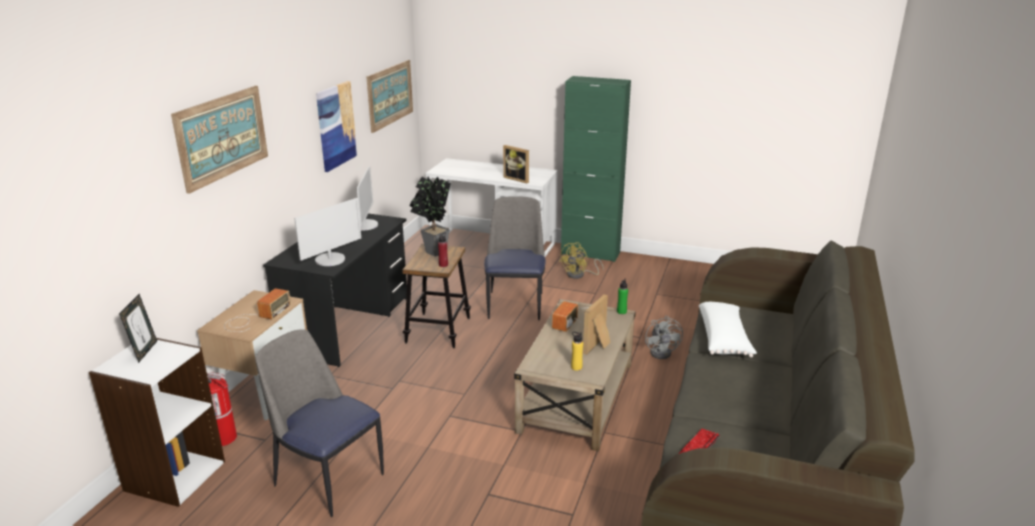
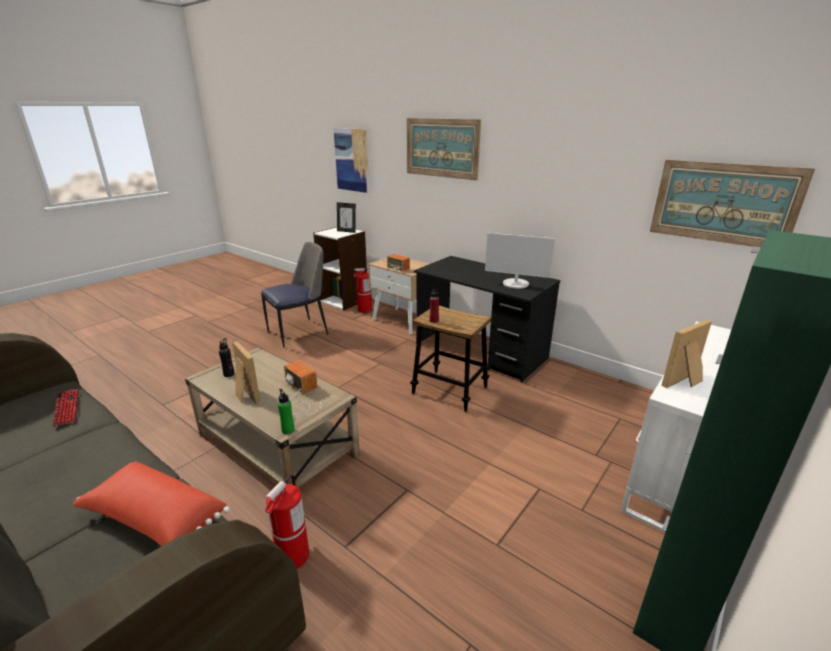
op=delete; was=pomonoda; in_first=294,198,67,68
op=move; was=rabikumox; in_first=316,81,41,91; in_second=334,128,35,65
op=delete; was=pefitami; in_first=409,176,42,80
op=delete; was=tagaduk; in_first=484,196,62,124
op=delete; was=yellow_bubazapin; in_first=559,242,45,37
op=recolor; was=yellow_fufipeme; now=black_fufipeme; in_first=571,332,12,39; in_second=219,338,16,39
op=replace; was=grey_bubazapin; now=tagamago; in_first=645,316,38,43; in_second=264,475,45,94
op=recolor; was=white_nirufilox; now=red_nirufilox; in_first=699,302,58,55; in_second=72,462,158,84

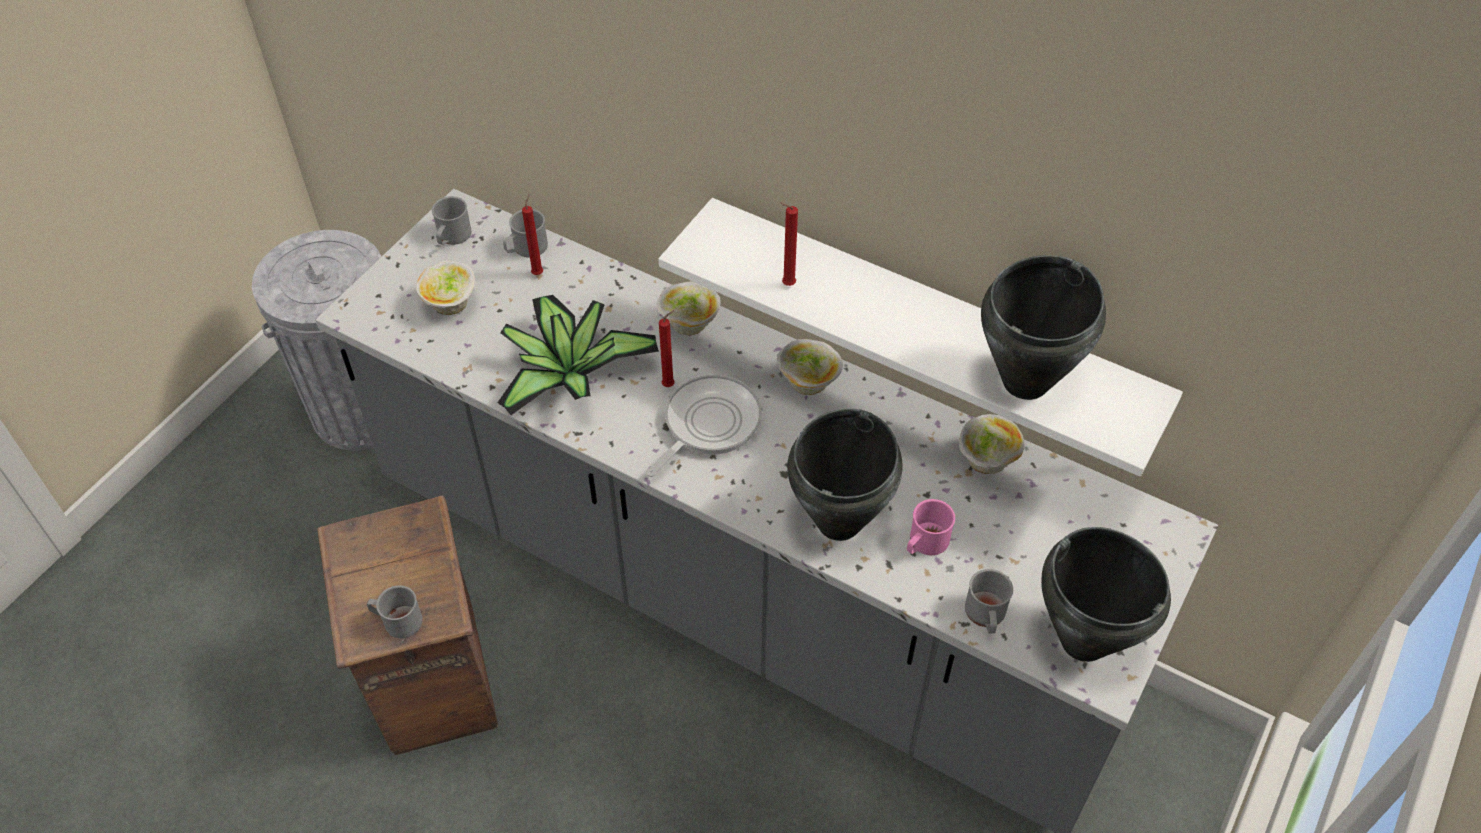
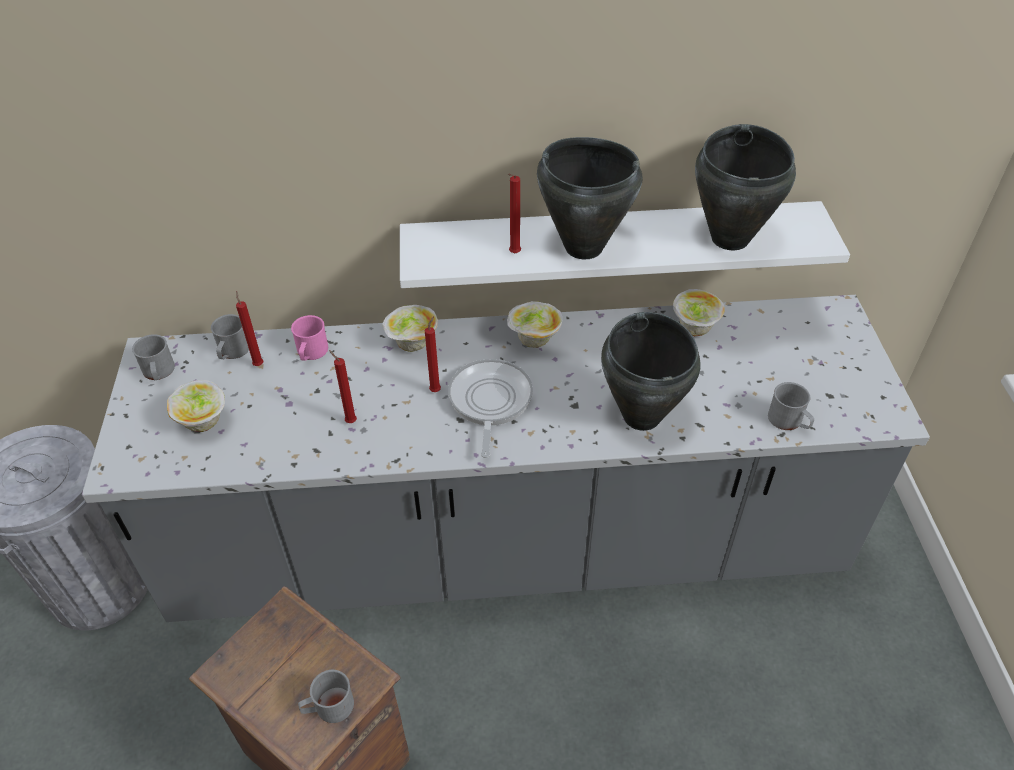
op=replace; was=pefitami; now=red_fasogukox; in_first=497,295,162,120; in_second=329,350,28,73
op=move; was=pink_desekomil; in_first=907,499,48,56; in_second=291,315,37,46
op=move; was=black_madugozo; in_first=1041,527,130,135; in_second=537,137,105,122

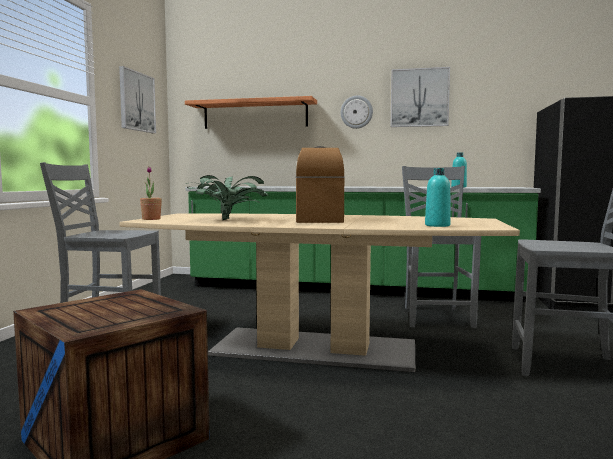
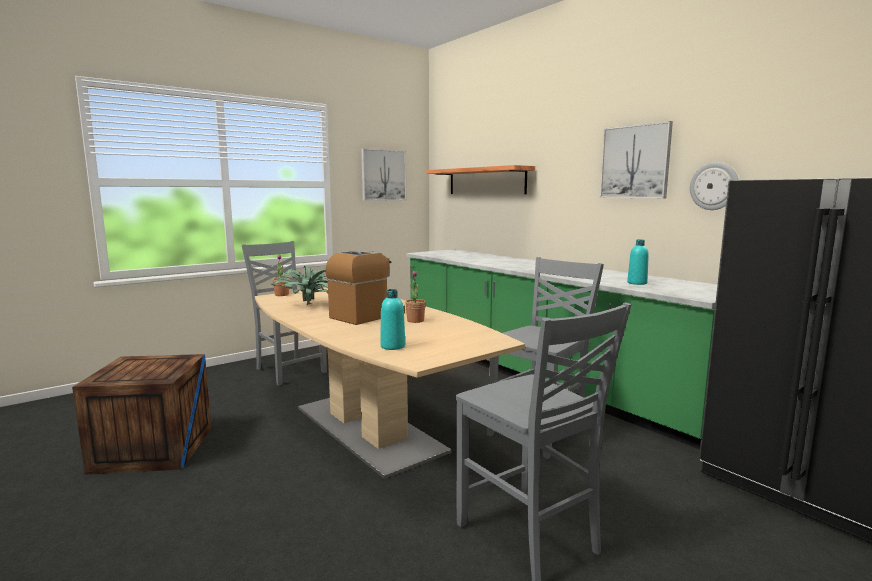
op=move; was=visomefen; in_first=341,95,32,34; in_second=690,162,48,48
op=insert; now=pefitami; in_second=405,270,21,53

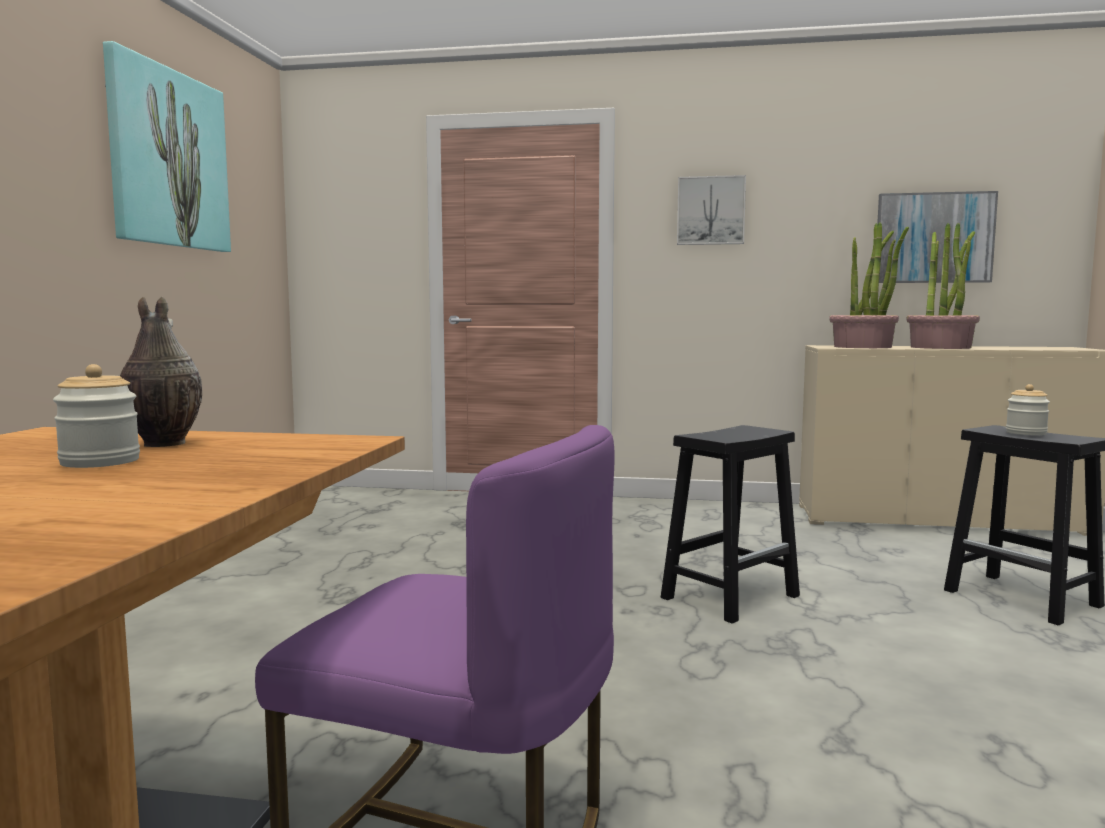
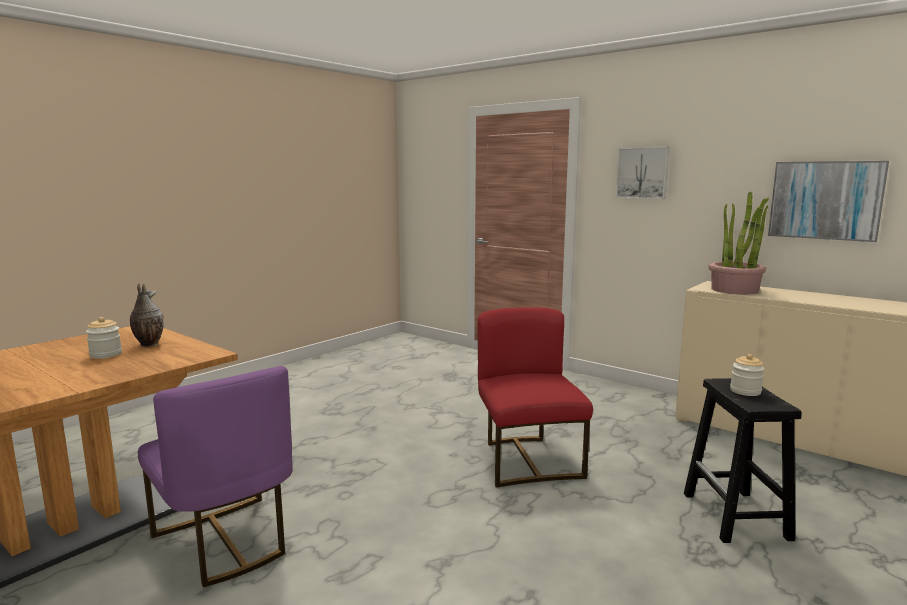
op=delete; was=rabikumox; in_first=103,41,128,211
op=replace; was=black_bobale; now=red_tagaduk; in_first=661,425,139,199; in_second=478,307,115,181
op=delete; was=pefitami; in_first=907,223,73,126

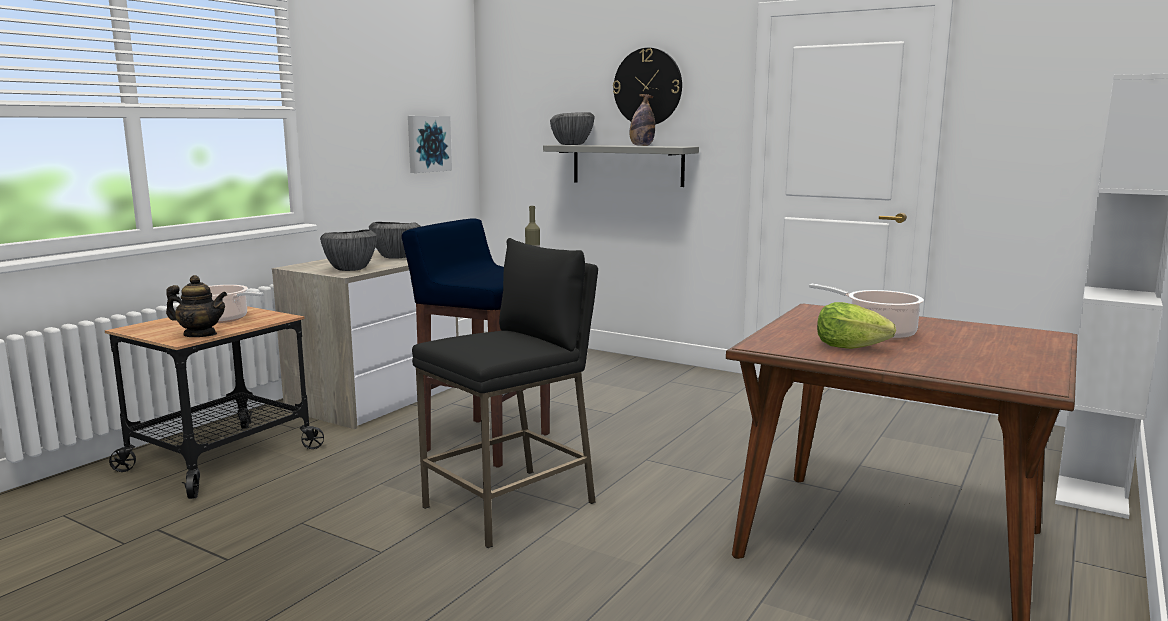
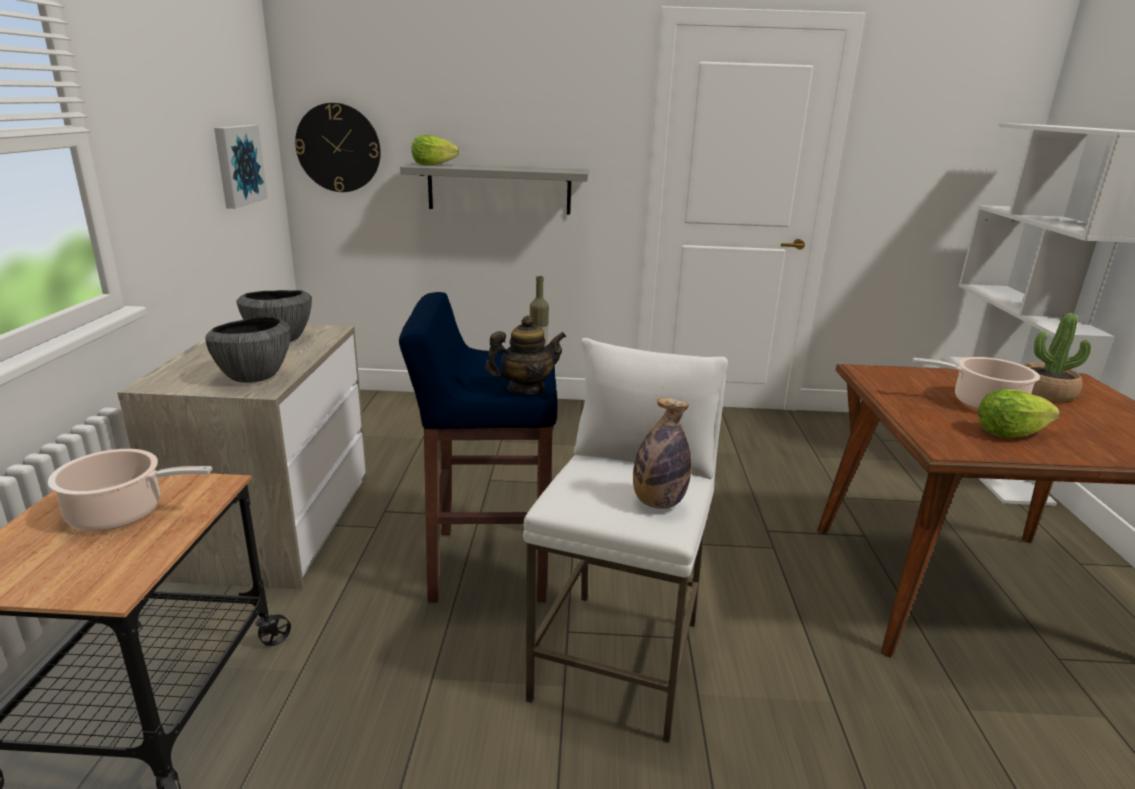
op=move; was=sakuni; in_first=166,275,61,62; in_second=485,316,81,78
op=recolor; was=black_bobale; now=white_bobale; in_first=412,238,186,310; in_second=523,338,205,405
op=replace; was=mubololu; now=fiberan; in_first=550,112,45,33; in_second=412,135,47,30
op=move; was=visomefen; in_first=613,48,69,77; in_second=295,103,86,89
op=move; was=fufipeme; in_first=630,94,25,52; in_second=633,398,58,111
op=insert; now=pefitami; in_second=1024,313,67,89

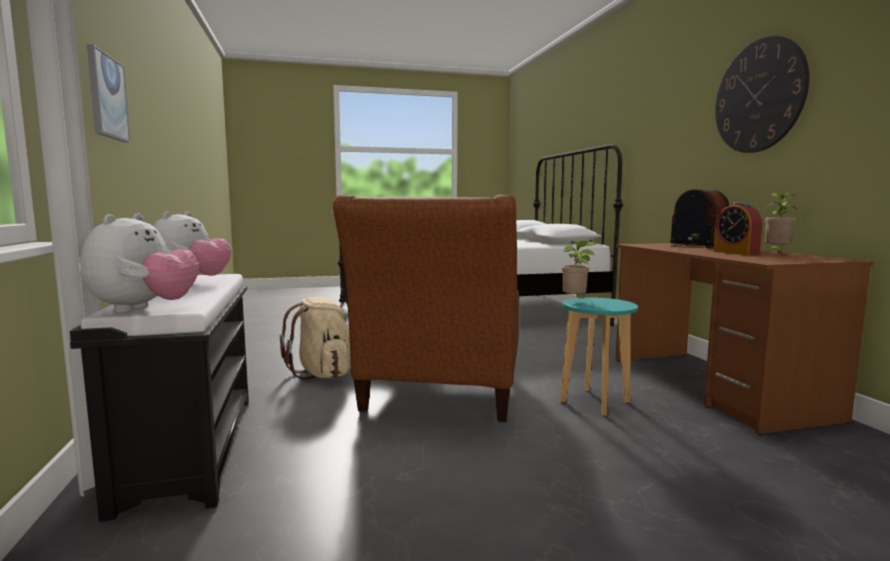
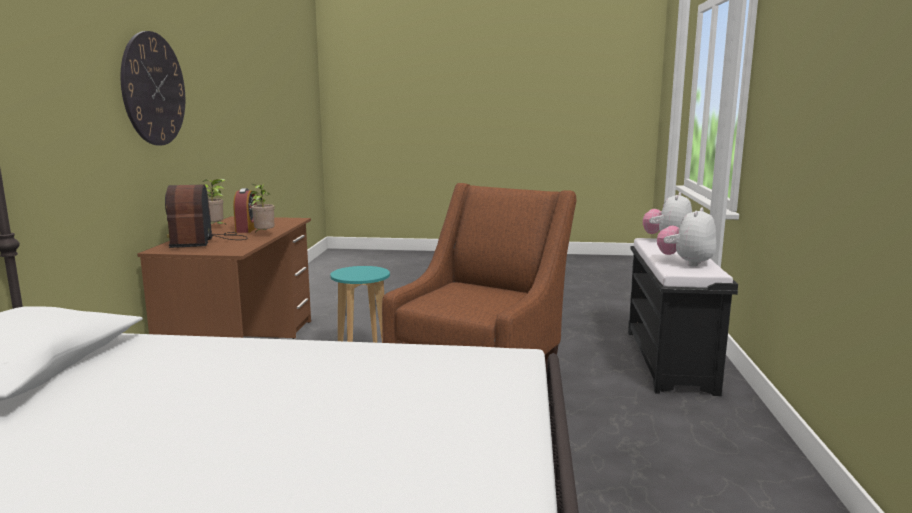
op=delete; was=rabikumox; in_first=87,44,43,99
op=delete; was=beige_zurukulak; in_first=280,297,71,84
op=move; was=pefitami; in_first=562,241,34,58; in_second=251,183,24,50

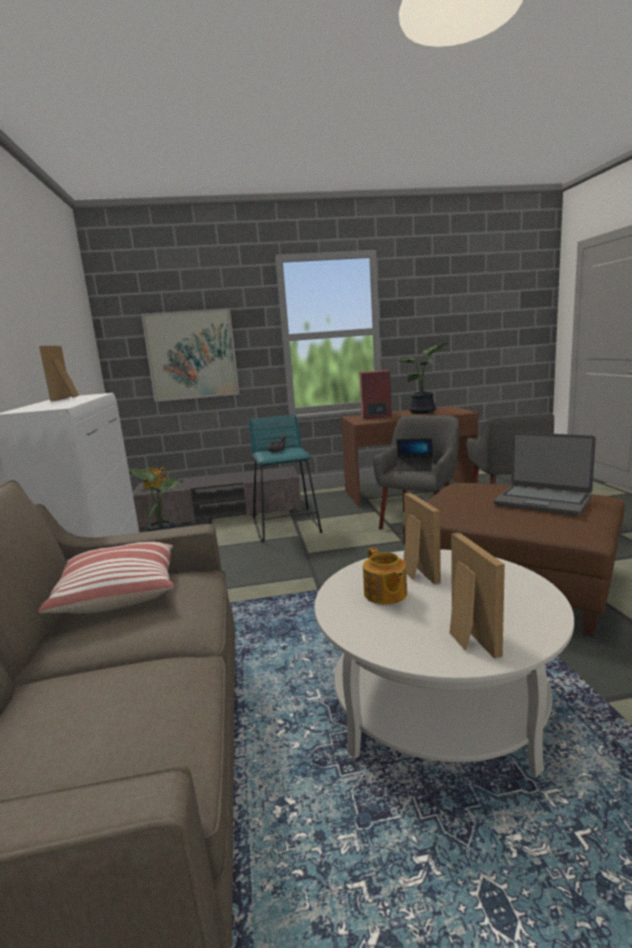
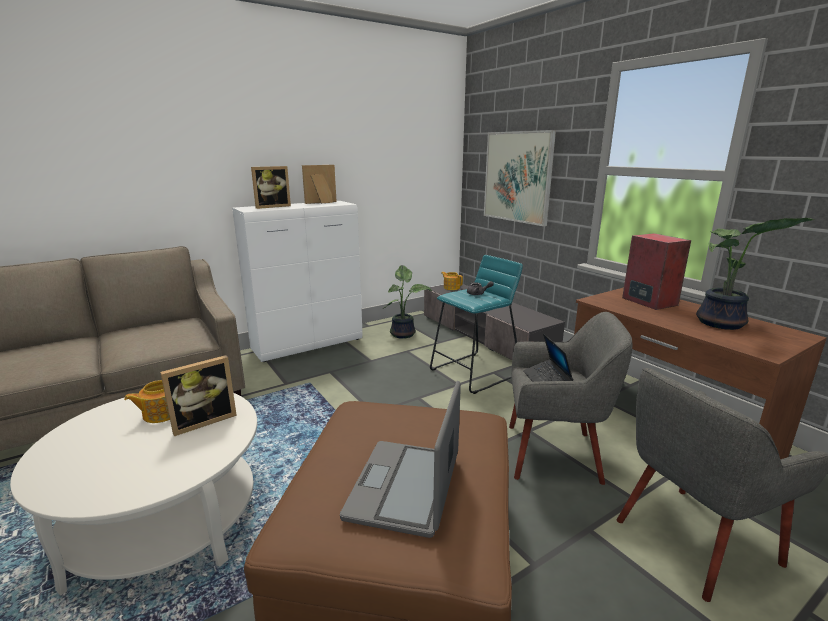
op=delete; was=nirufilox; in_first=38,542,136,72
op=move; was=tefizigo; in_first=450,532,55,126; in_second=251,166,40,43

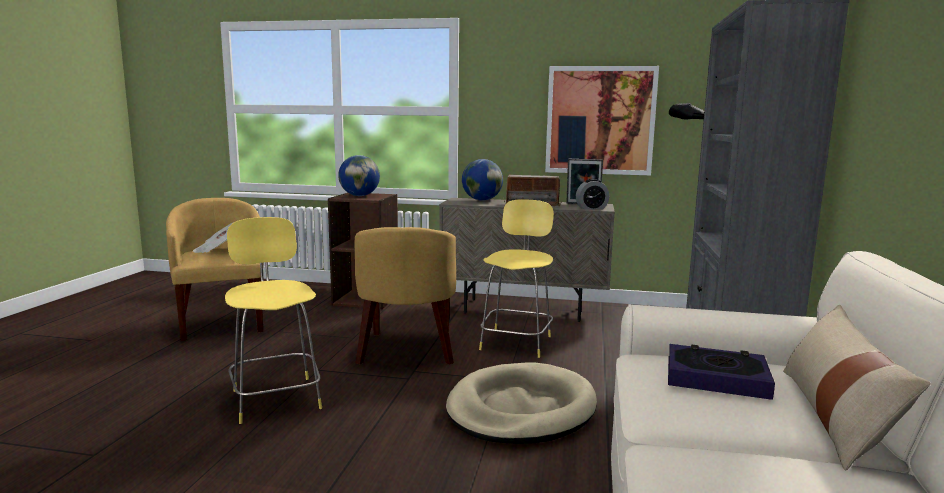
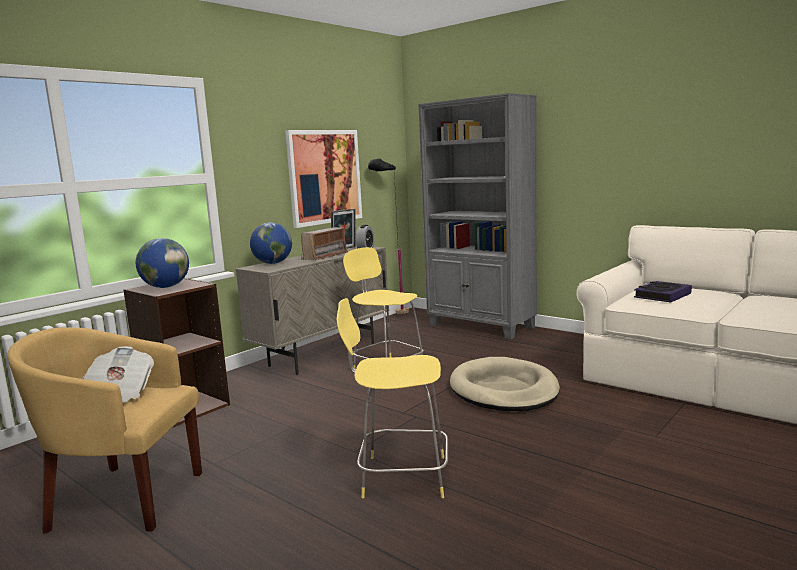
op=delete; was=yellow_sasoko; in_first=354,227,102,137
op=delete; was=beige_nirufilox; in_first=783,305,148,166

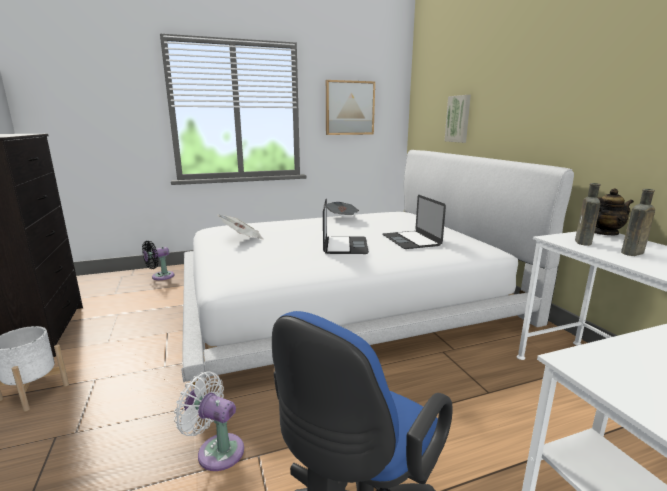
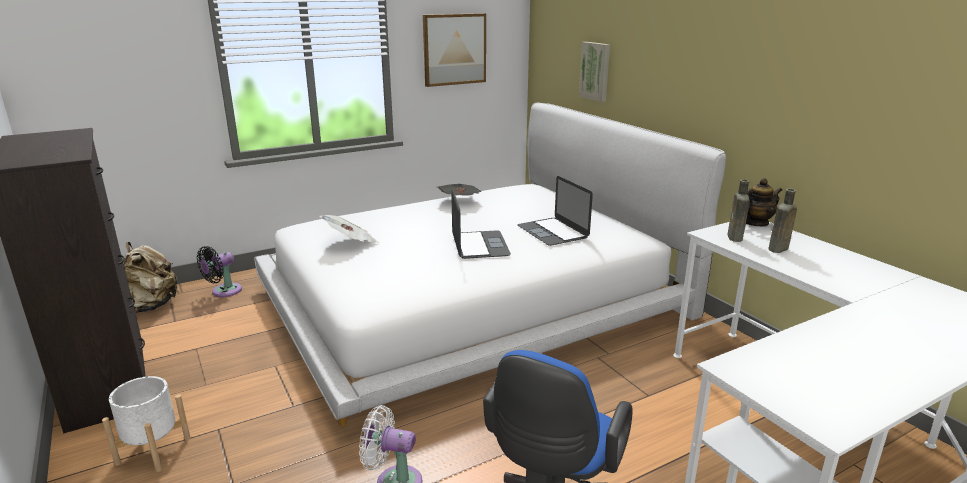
op=insert; now=beige_zurukulak; in_second=123,242,56,71

